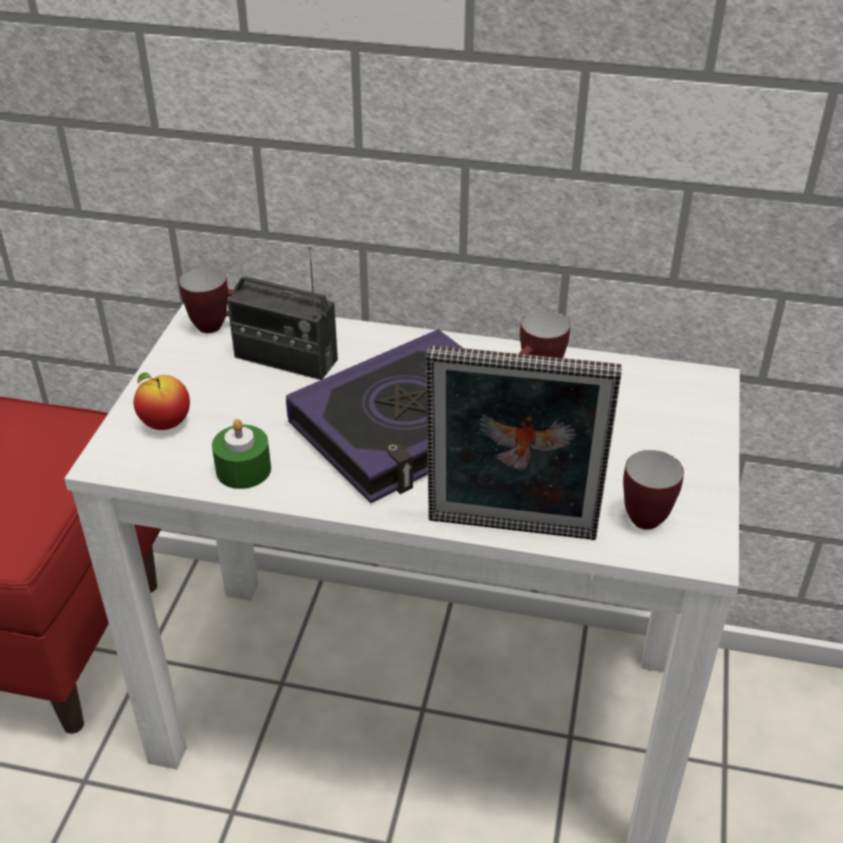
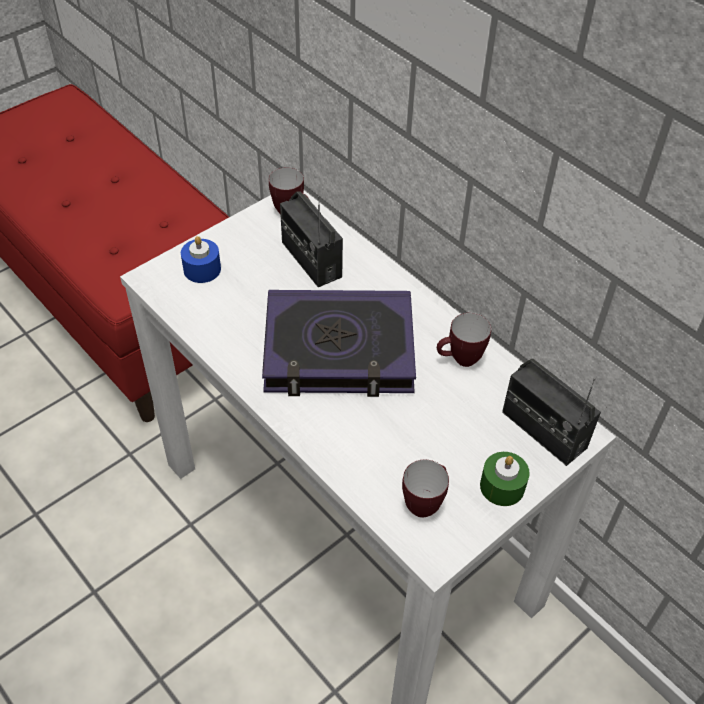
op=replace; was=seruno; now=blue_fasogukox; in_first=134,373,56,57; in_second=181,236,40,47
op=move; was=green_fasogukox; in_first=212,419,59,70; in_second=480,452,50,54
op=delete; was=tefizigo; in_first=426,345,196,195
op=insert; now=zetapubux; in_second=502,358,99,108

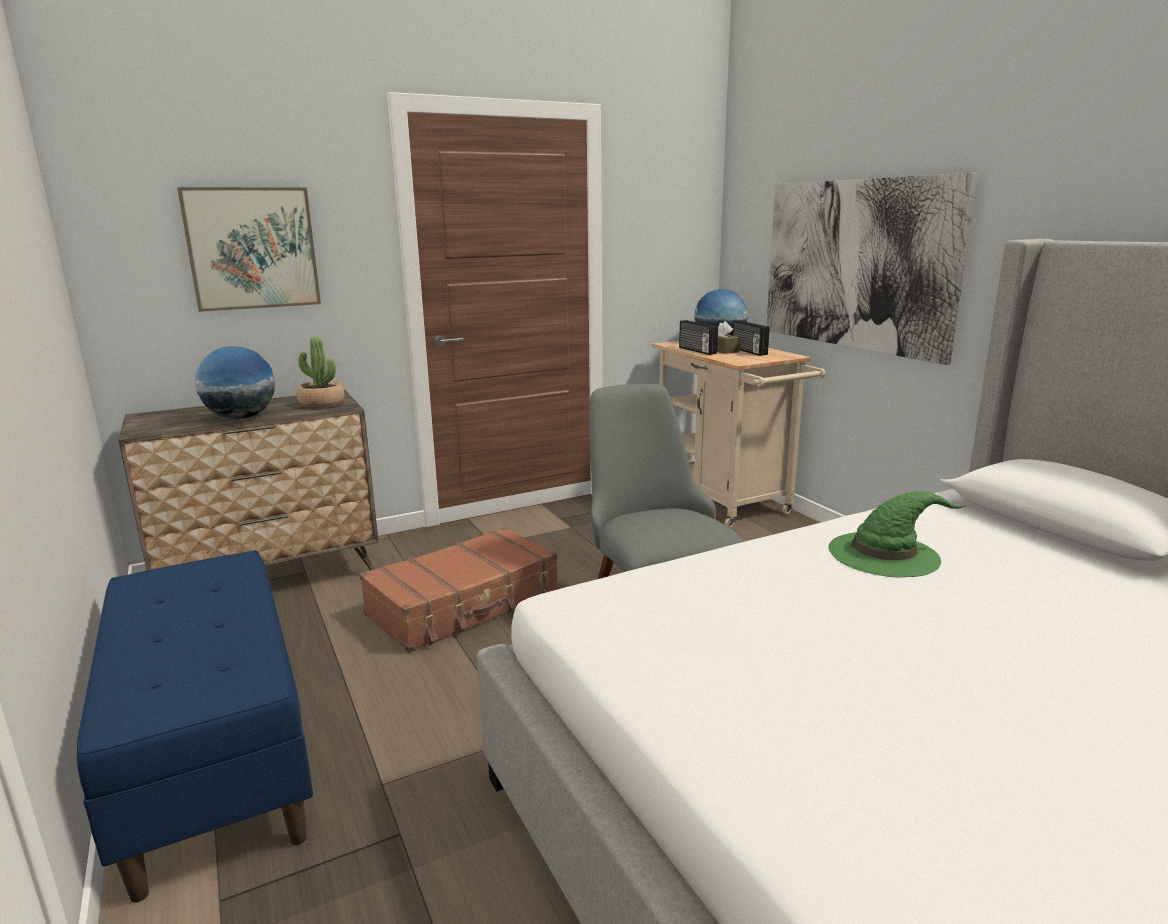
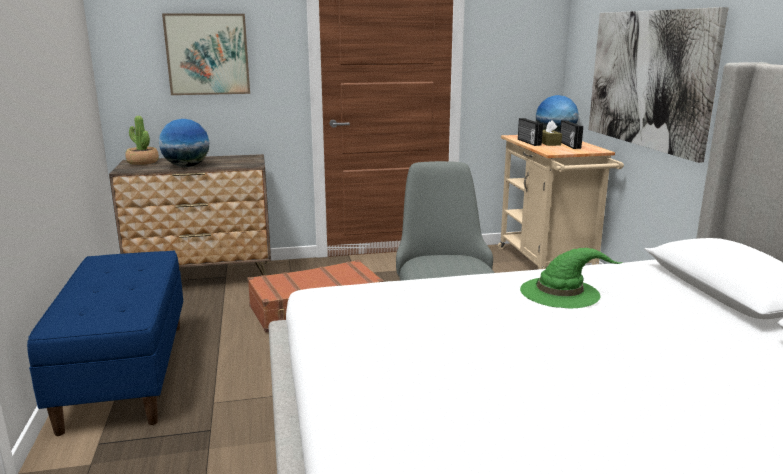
op=move; was=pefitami; in_first=297,336,48,72; in_second=125,116,34,49

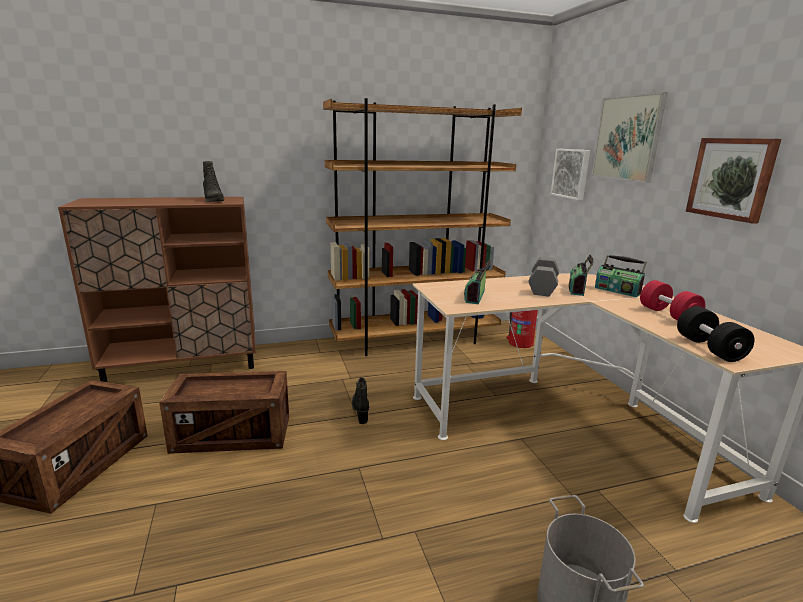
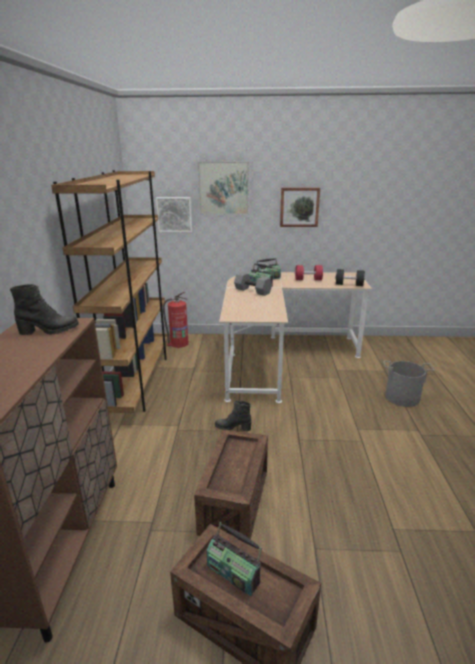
op=move; was=zetapubux; in_first=464,260,27,44; in_second=207,522,55,74

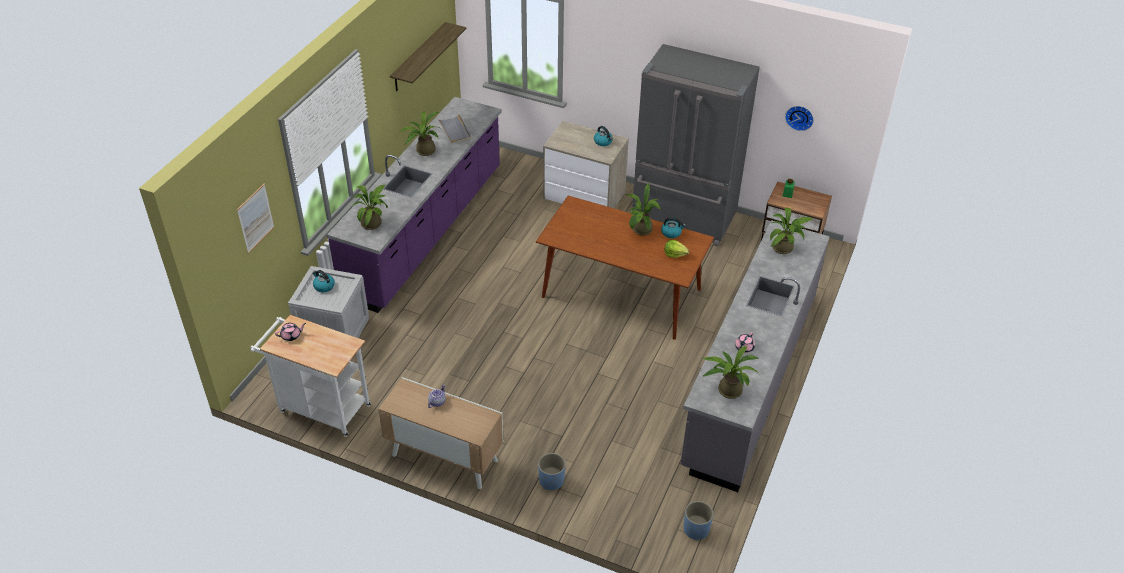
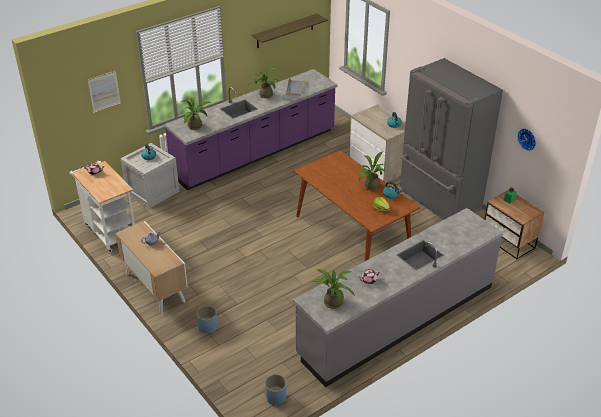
op=delete; was=pefitami; in_first=770,208,43,46

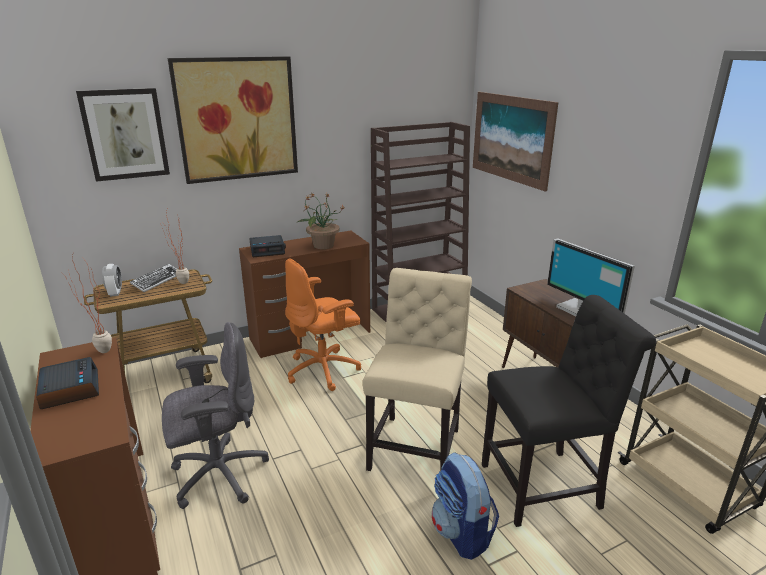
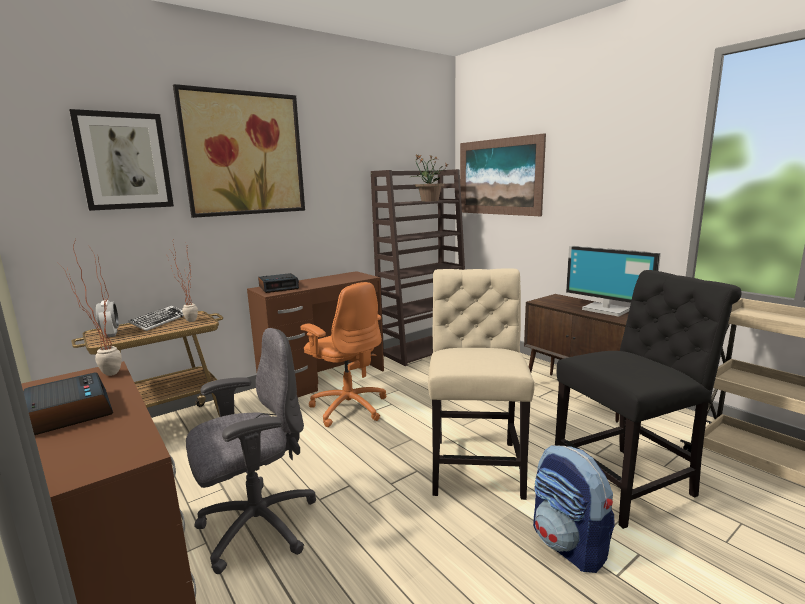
op=rotate; was=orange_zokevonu; in_first=285,258,76,133; in_second=301,282,85,145; clockwise=-90
op=move; was=pefitami; in_first=296,192,49,57; in_second=411,154,36,47

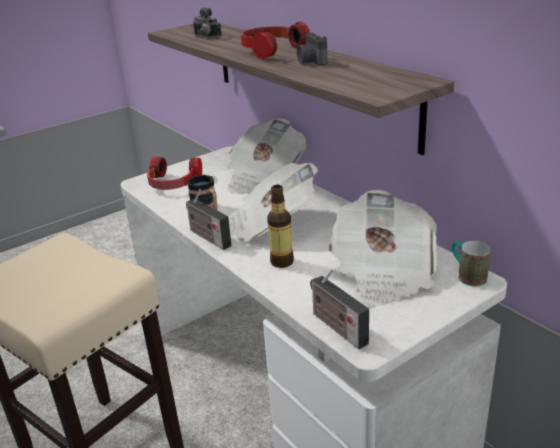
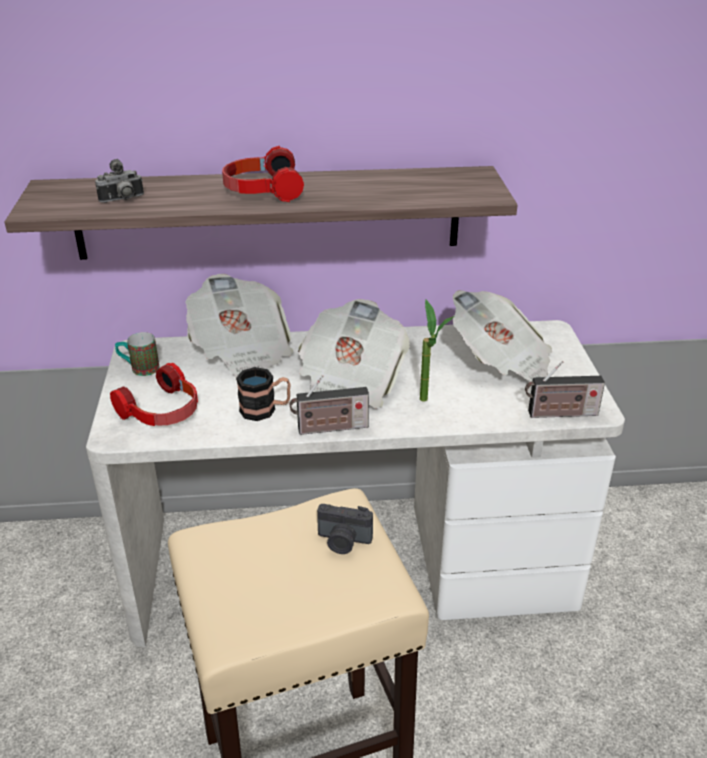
op=replace; was=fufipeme; now=pefitami; in_first=267,185,27,83; in_second=420,300,34,102
op=move; was=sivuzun; in_first=297,33,31,33; in_second=317,504,56,50
op=move; was=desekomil; in_first=452,241,39,45; in_second=115,332,45,44

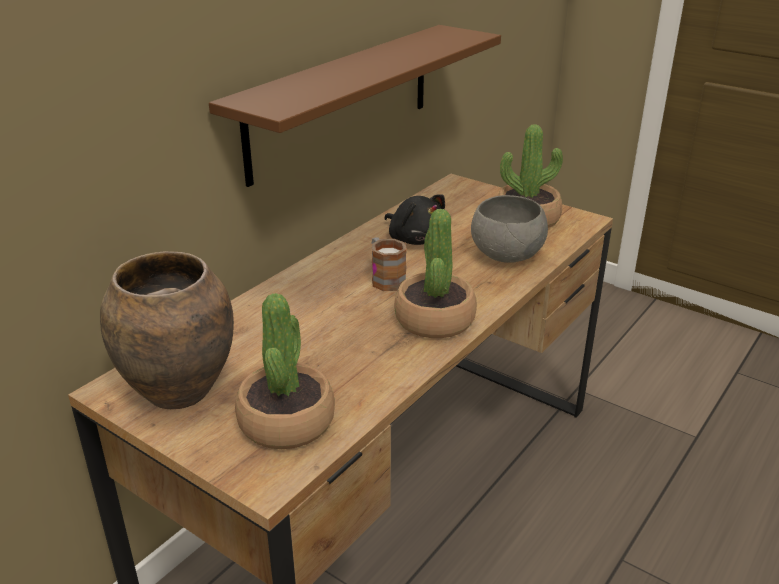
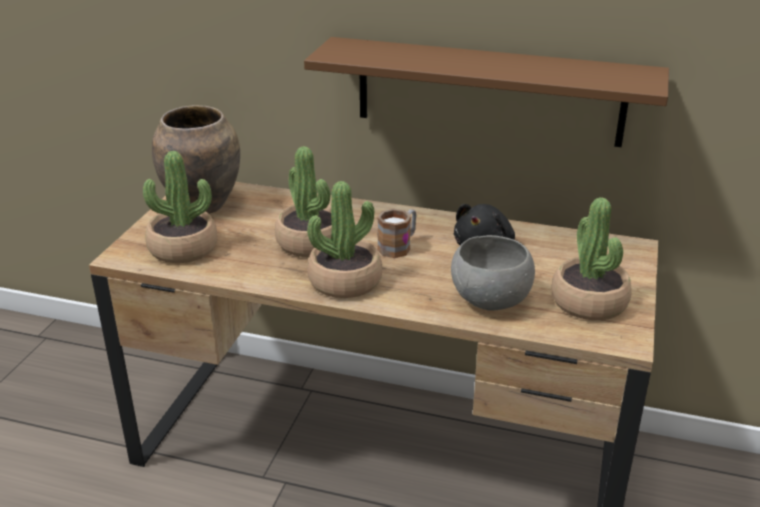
op=insert; now=pefitami; in_second=275,146,57,111

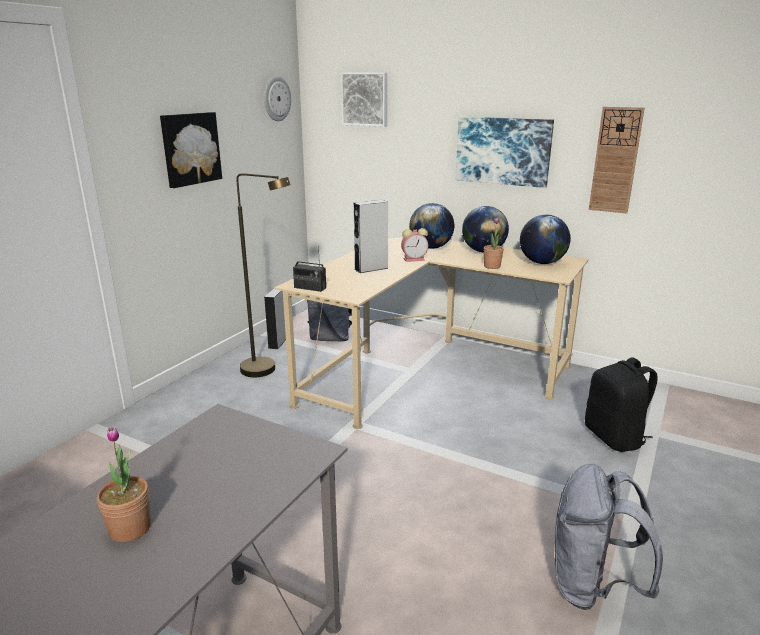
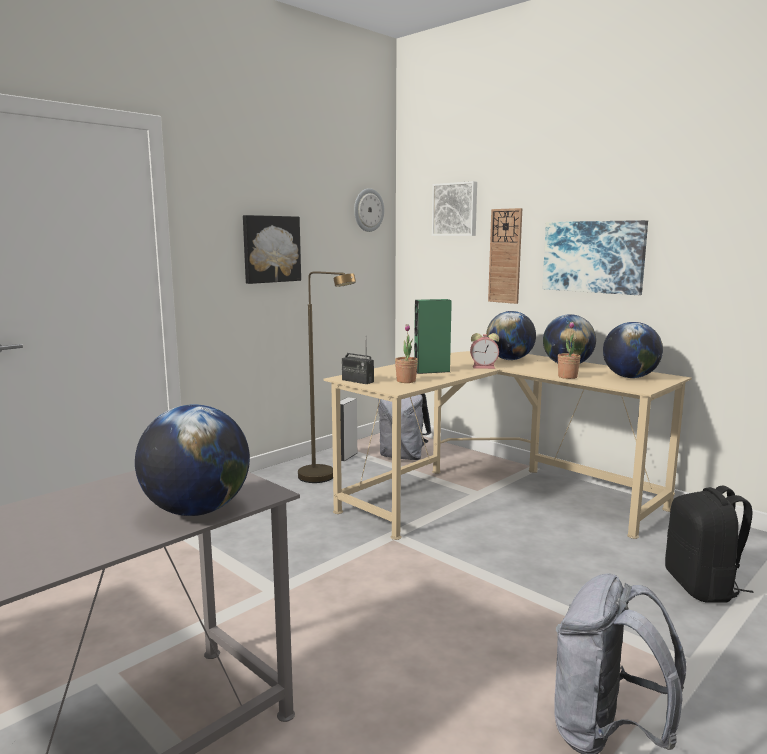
op=move; was=pefitami; in_first=97,427,54,115; in_second=395,324,23,59
op=recolor; was=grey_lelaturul; now=green_lelaturul; in_first=354,200,34,73; in_second=414,299,38,75
op=move; was=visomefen; in_first=589,107,56,107; in_second=488,208,34,96
op=insert; now=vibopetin; in_second=135,404,115,112

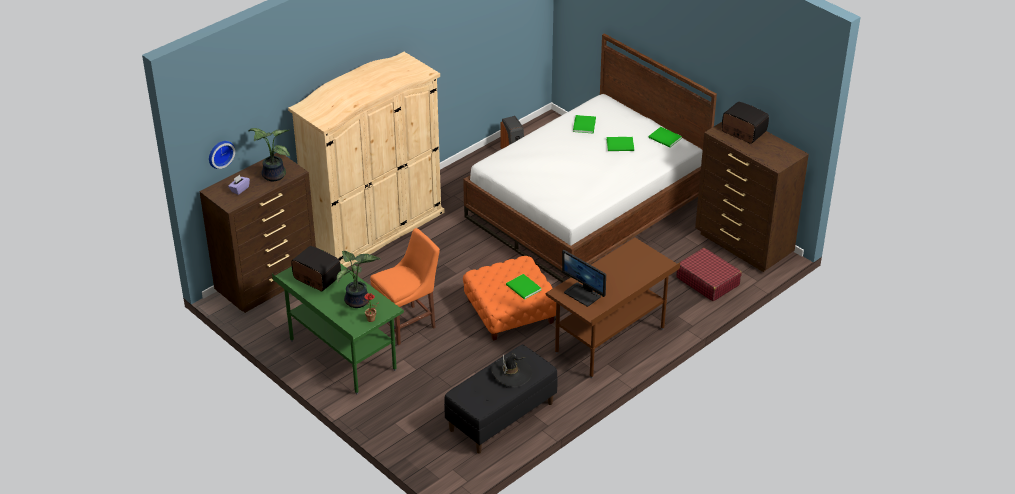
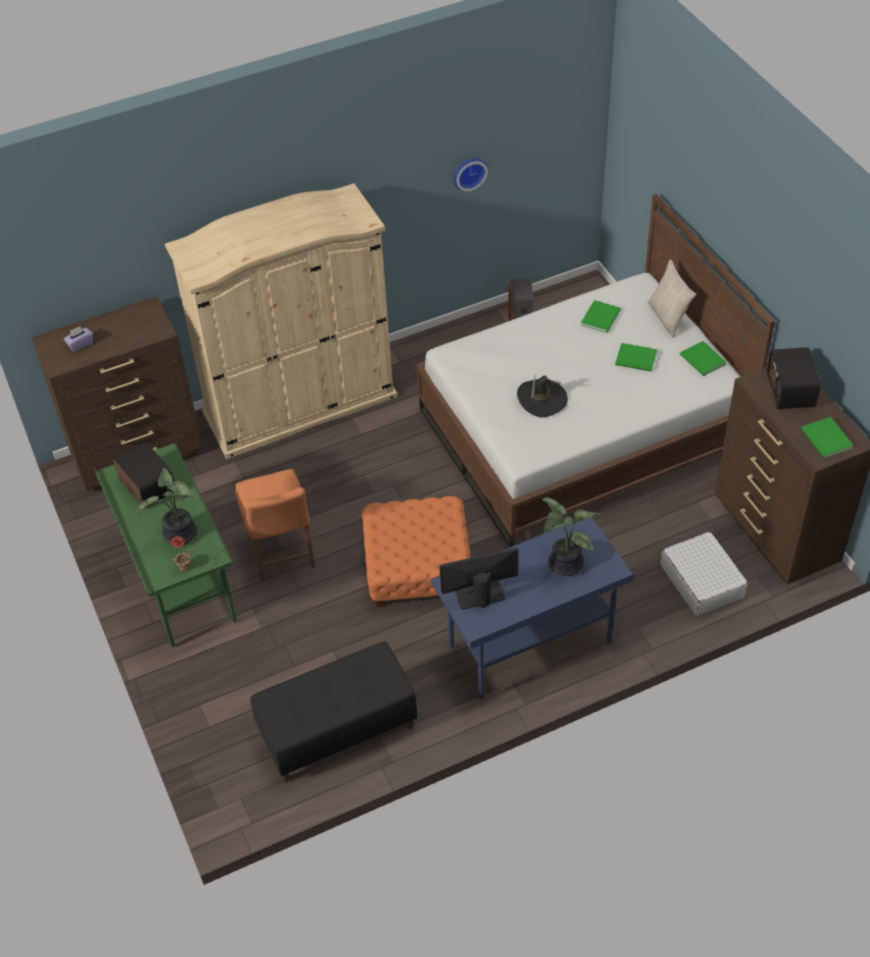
op=move; was=visomefen; in_first=209,141,26,28; in_second=453,158,35,33
op=move; was=pefitami; in_first=249,128,41,53; in_second=541,497,60,79
op=rotate; was=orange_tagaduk; in_first=370,228,70,117; in_second=235,469,80,113; clockwise=90
op=move; was=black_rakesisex; in_first=491,353,42,34; in_second=517,375,51,42
op=move; was=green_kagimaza; in_first=506,274,35,26; in_second=801,417,52,41
op=recolor; was=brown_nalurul; now=blue_nalurul; in_first=546,237,134,141; in_second=430,517,205,183
op=rotate; was=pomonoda; in_first=562,250,44,57; in_second=439,548,80,62; clockwise=105
op=recolor; was=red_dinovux; now=white_dinovux; in_first=676,248,66,53; in_second=661,532,87,84
op=rotate; was=zetapubux; in_first=722,102,47,42; in_second=767,347,54,62; clockwise=-150
op=insert; now=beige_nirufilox; in_second=648,260,49,78

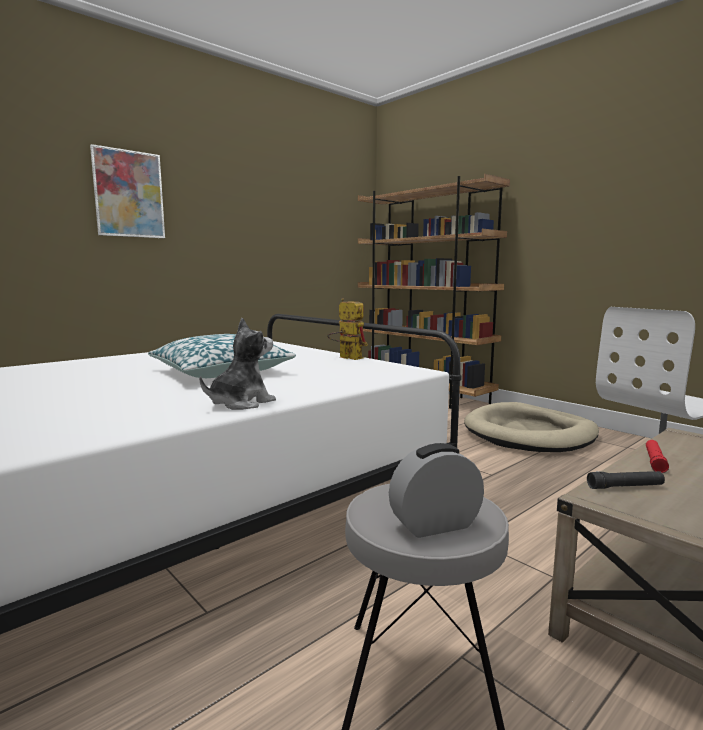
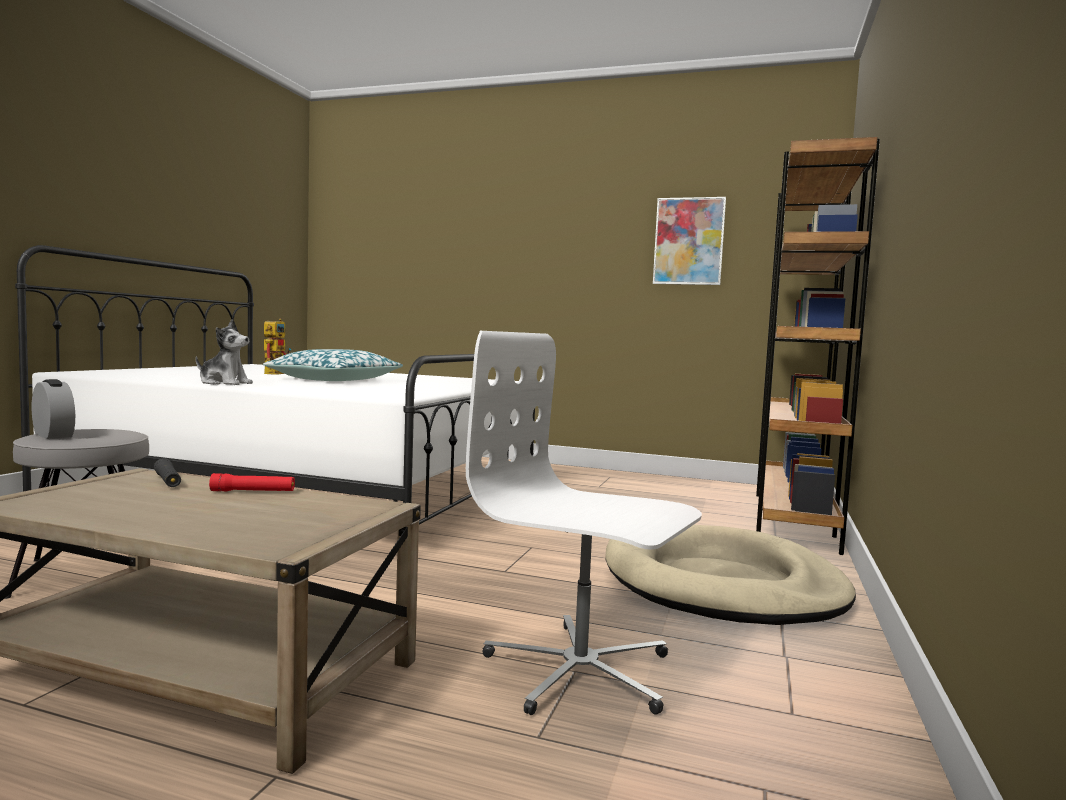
op=move; was=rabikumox; in_first=90,144,75,94; in_second=653,197,73,88
op=move; was=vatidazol; in_first=327,298,41,62; in_second=264,319,27,56

